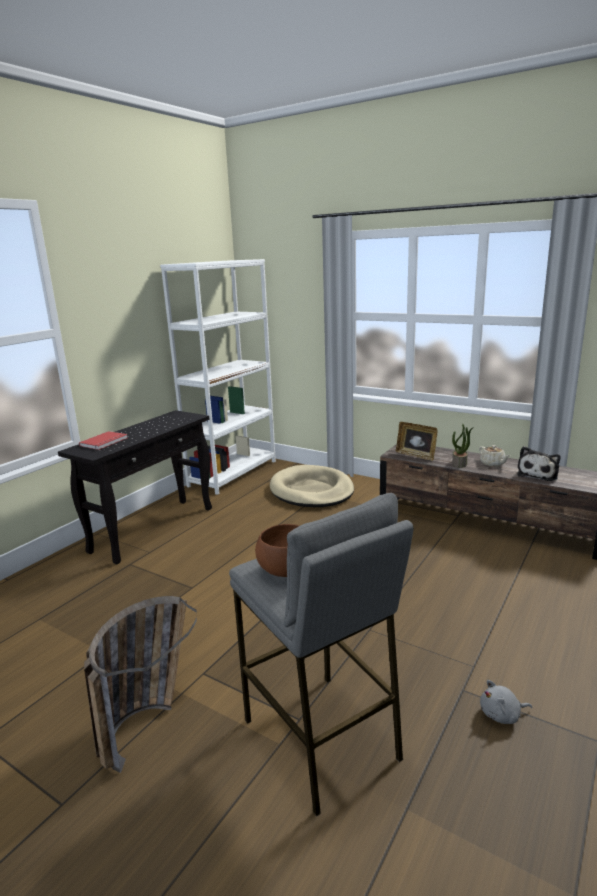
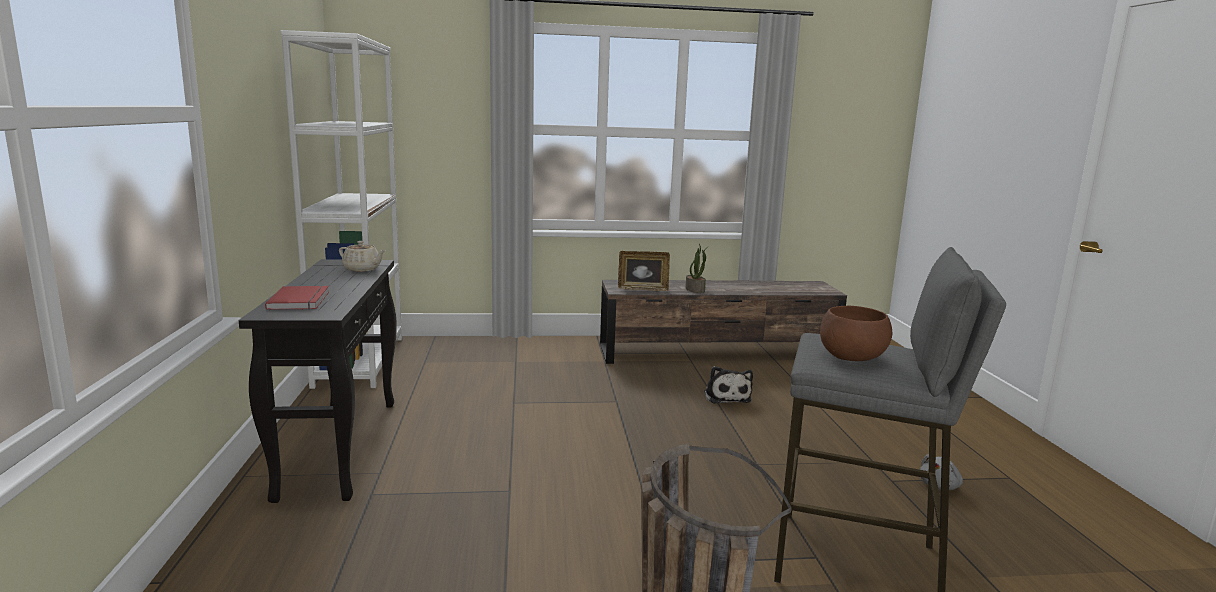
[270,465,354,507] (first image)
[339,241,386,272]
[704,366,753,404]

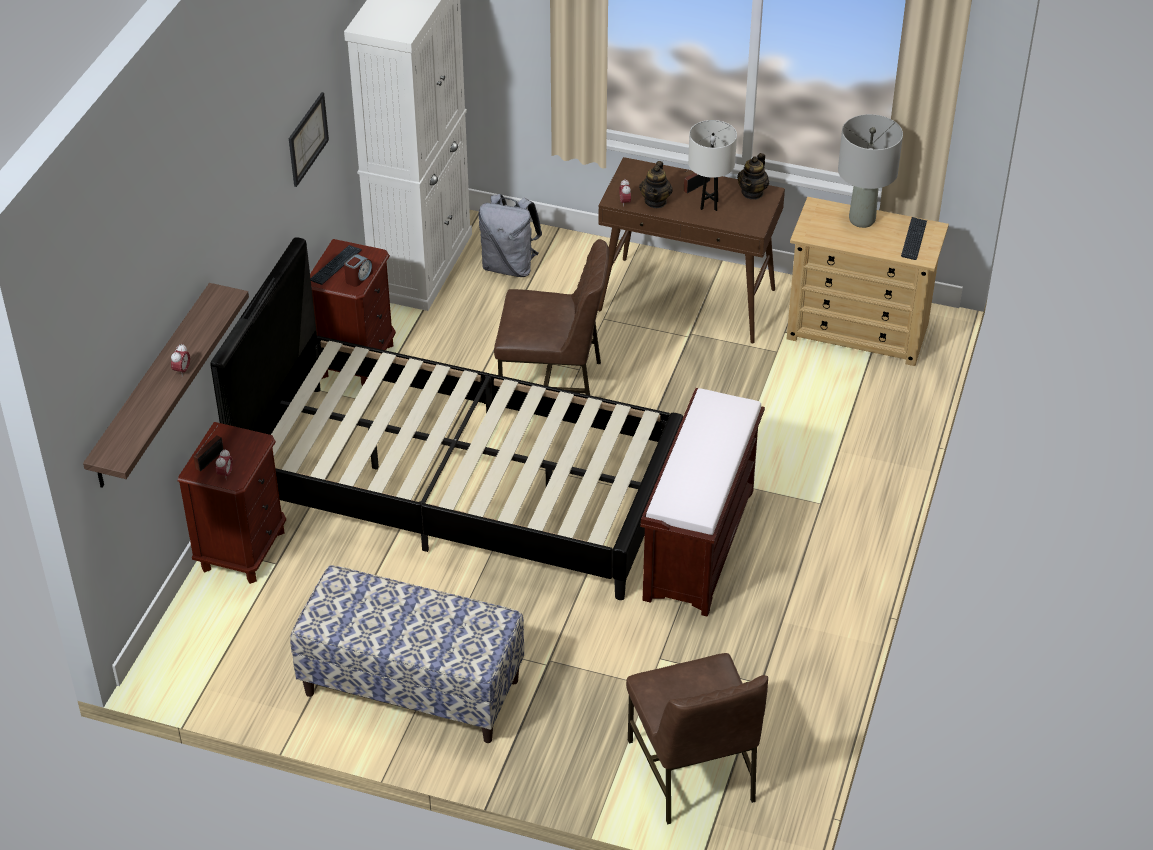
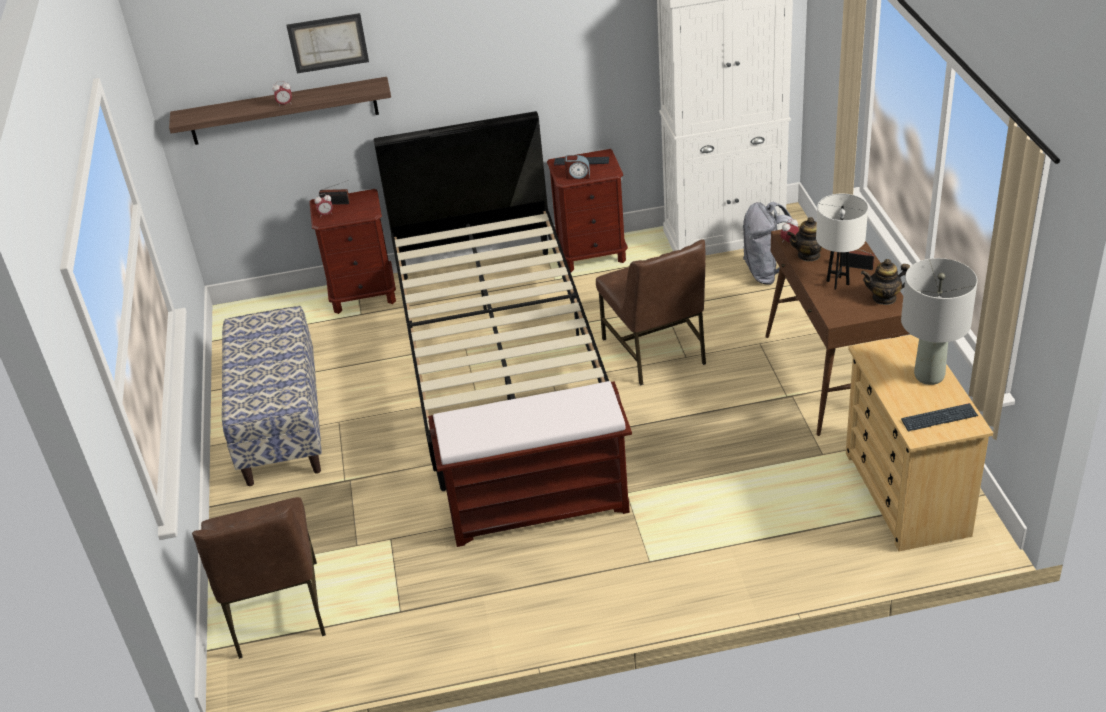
[286,13,369,74]
[192,497,326,659]

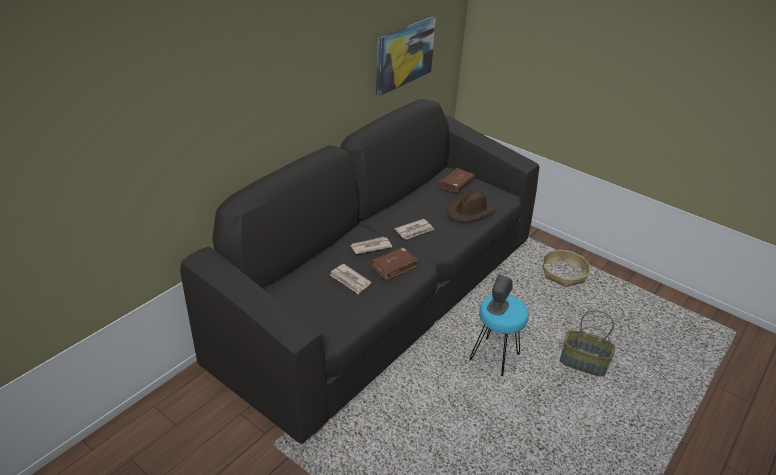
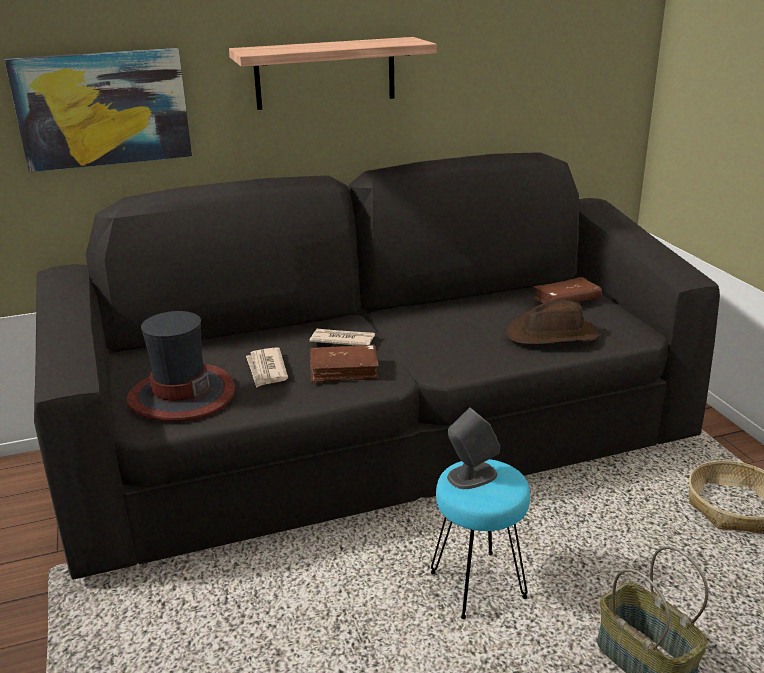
[5,48,192,172]
[394,219,434,240] (first image)
[126,311,235,421]
[229,37,437,110]

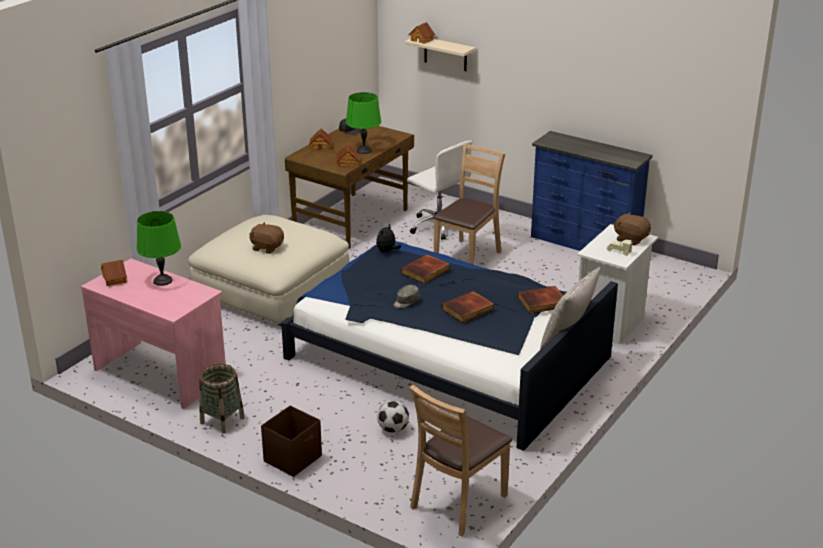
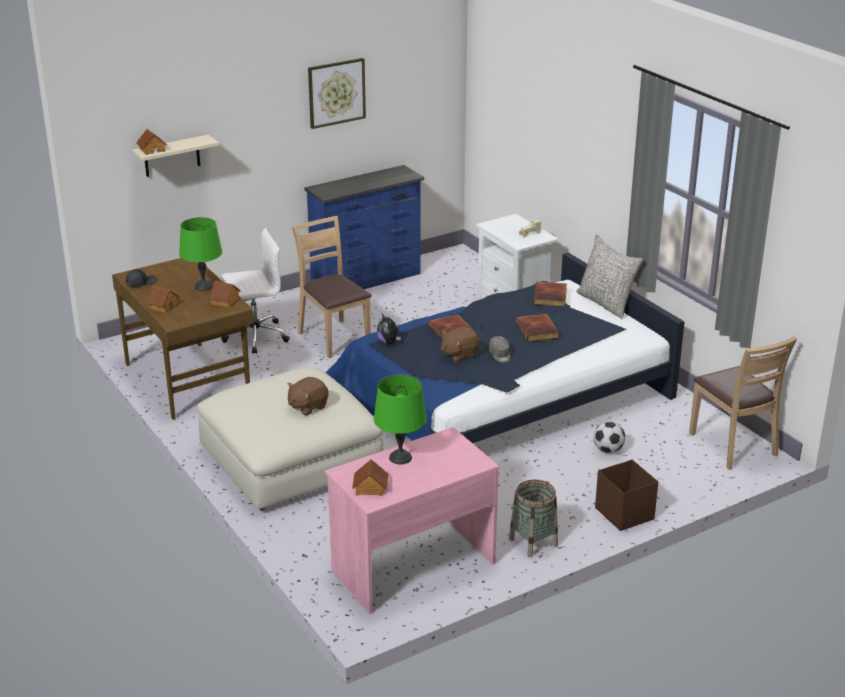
[441,327,480,362]
[308,58,366,129]

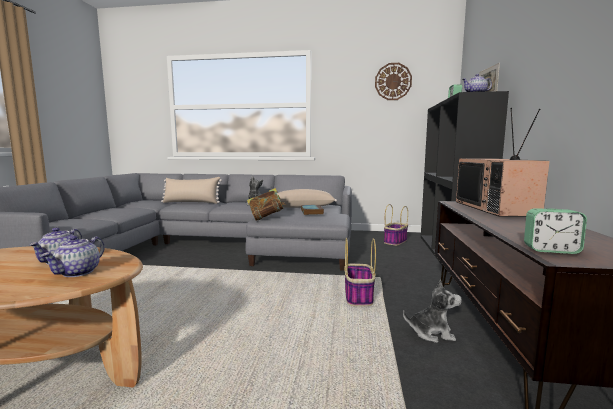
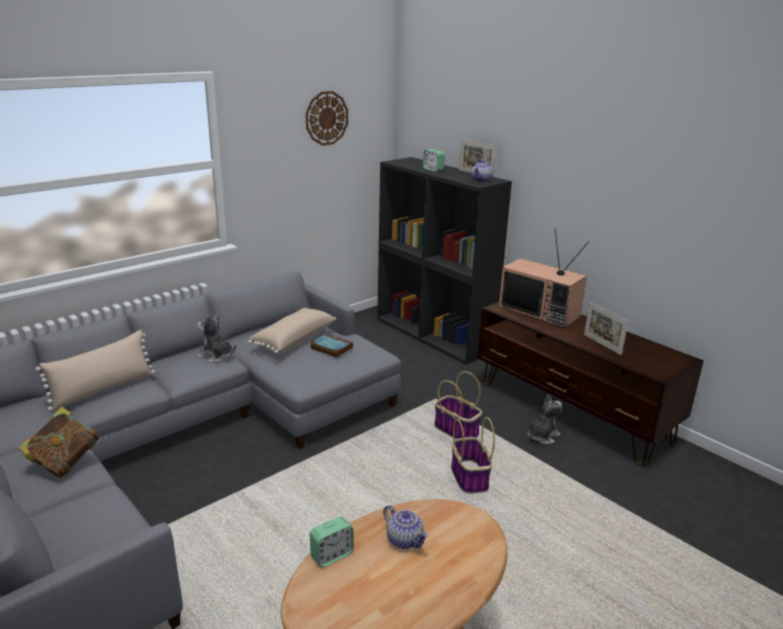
[41,236,105,277] (first image)
[18,407,99,479]
[451,417,495,494]
[310,517,354,567]
[584,302,628,355]

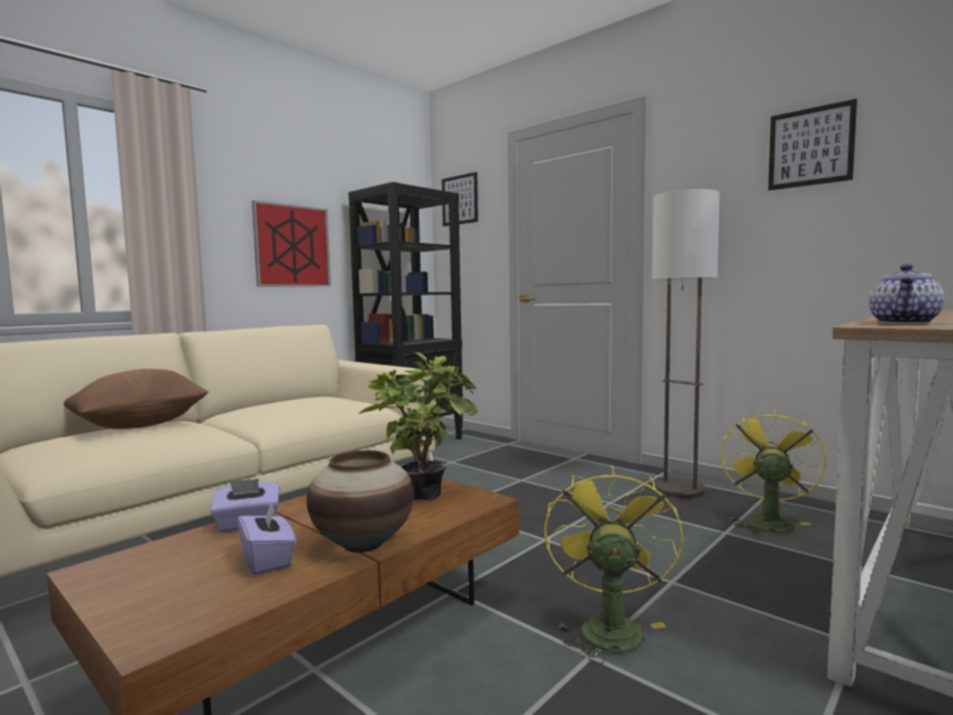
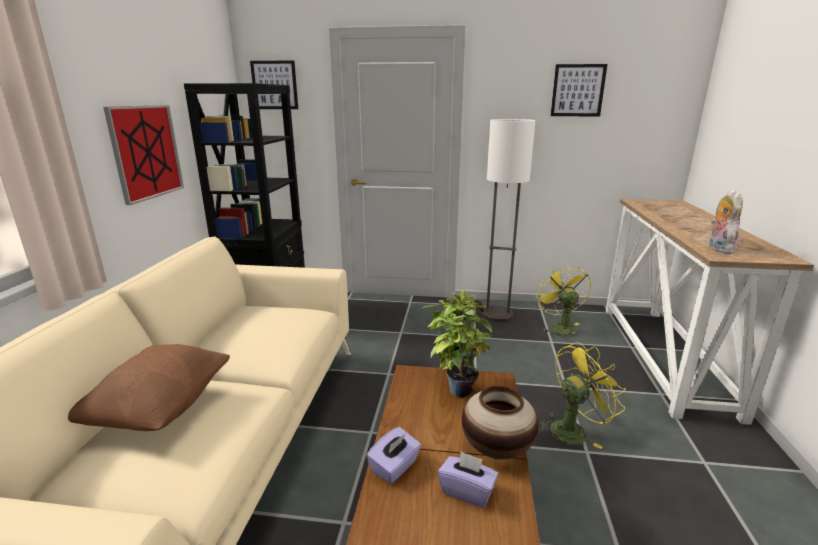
[539,342,626,449]
[709,189,743,254]

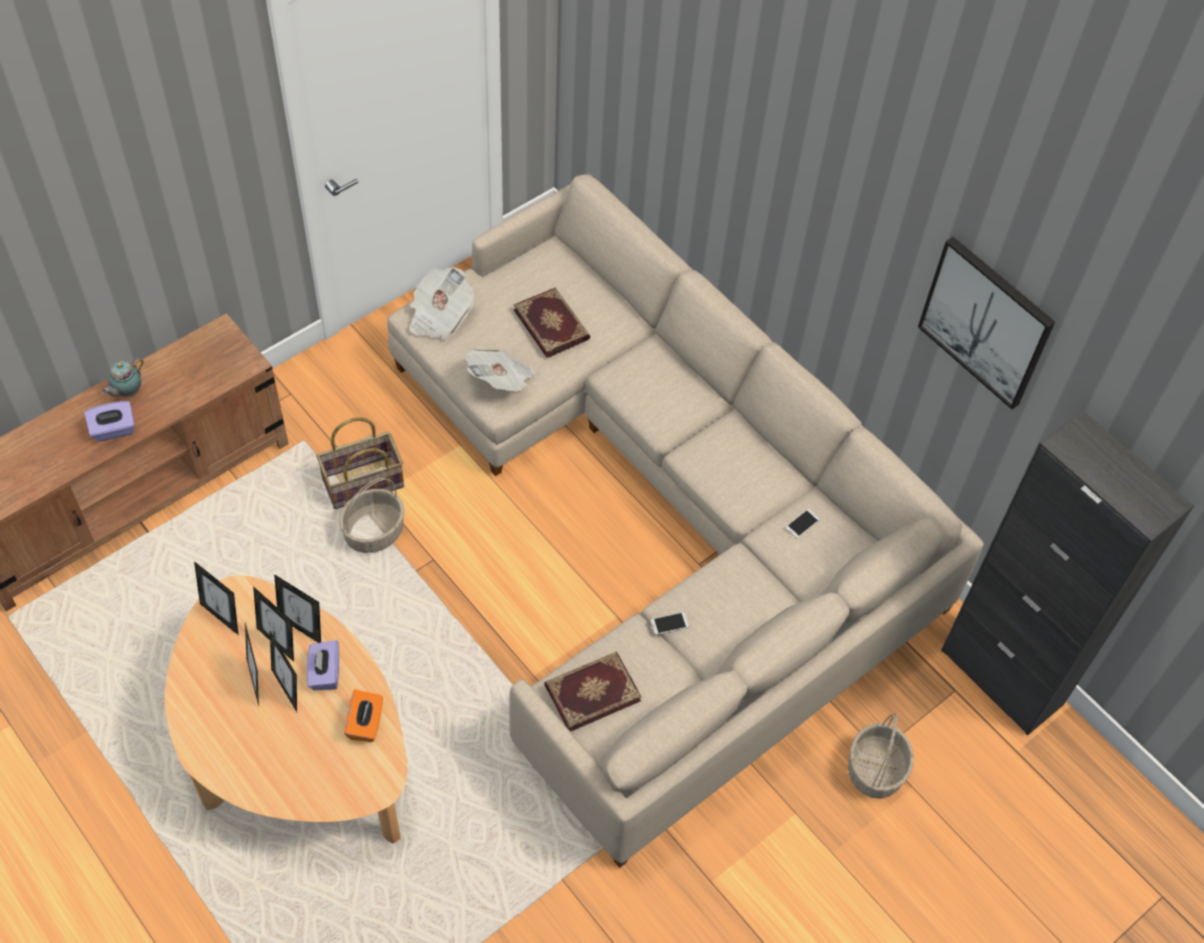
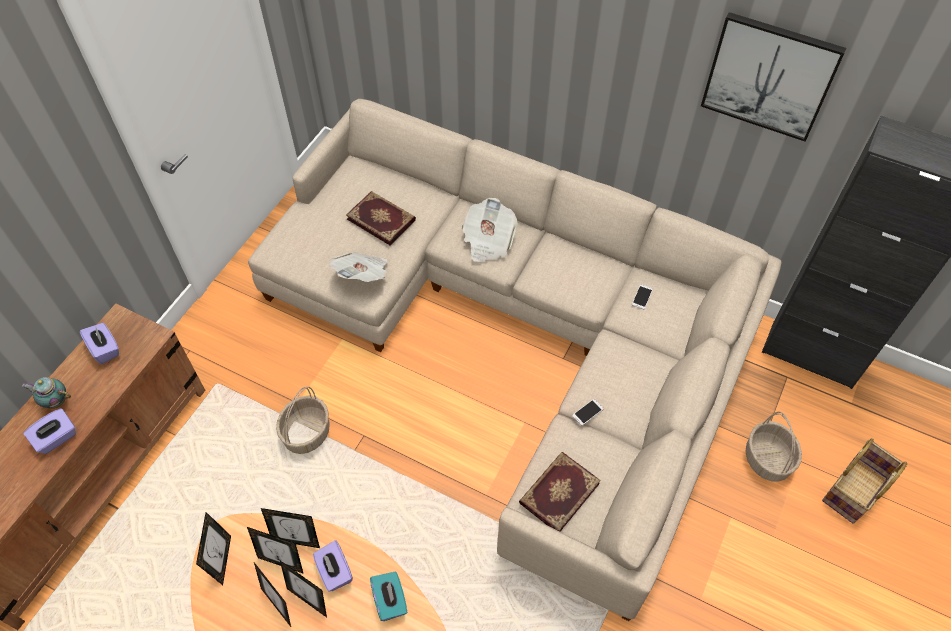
[22,377,71,409]
[196,512,231,585]
[822,438,907,524]
[370,572,407,621]
[462,198,518,262]
[80,323,119,364]

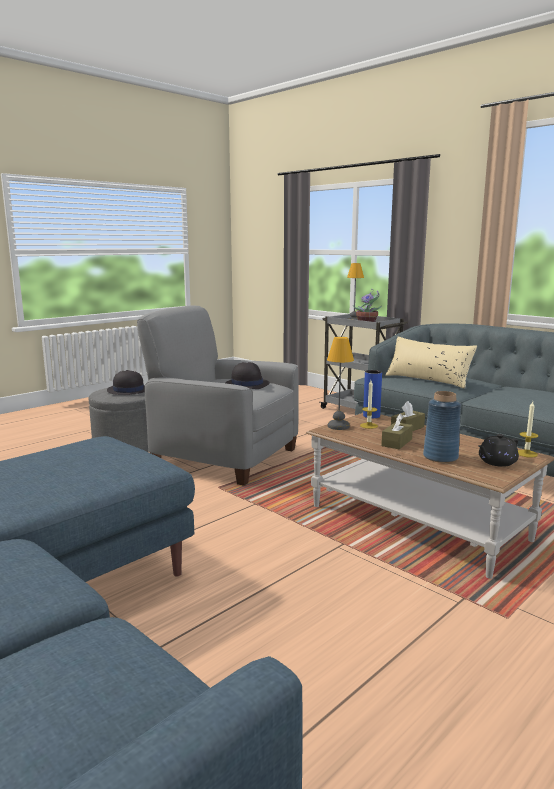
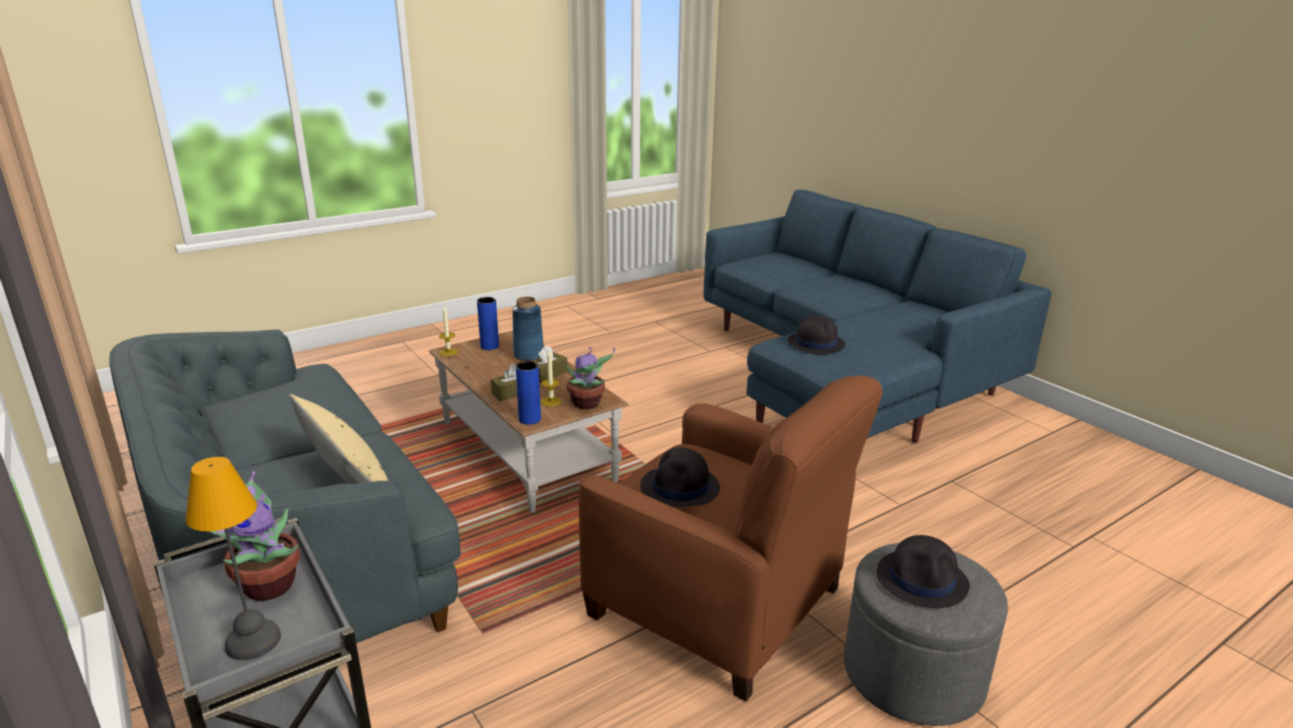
[579,375,882,702]
[566,347,615,409]
[477,297,499,350]
[788,315,845,355]

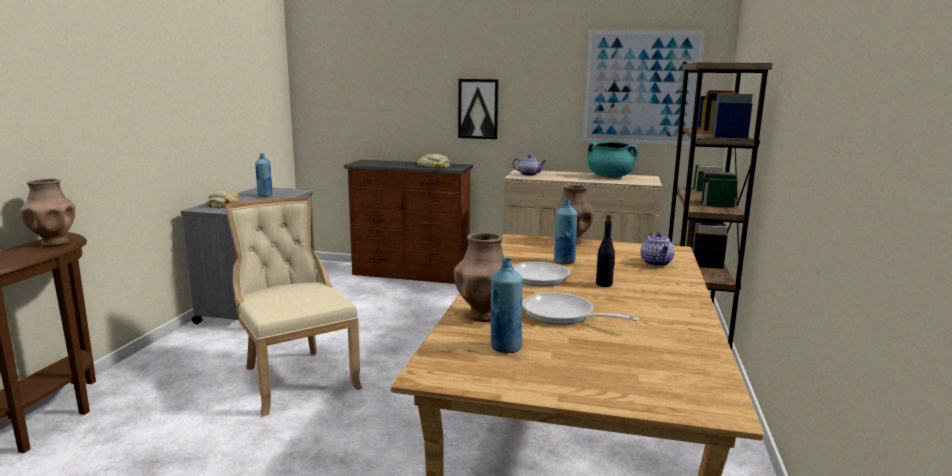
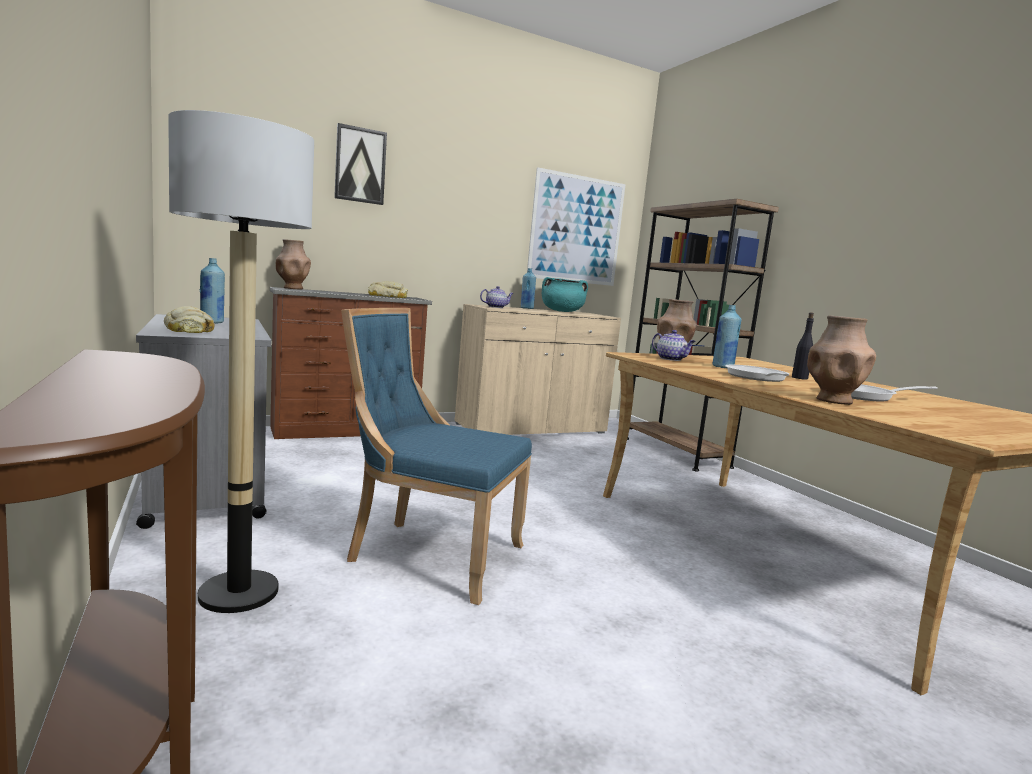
[276,239,311,290]
[341,308,532,605]
[334,123,387,205]
[521,268,536,309]
[652,330,696,361]
[168,110,314,613]

